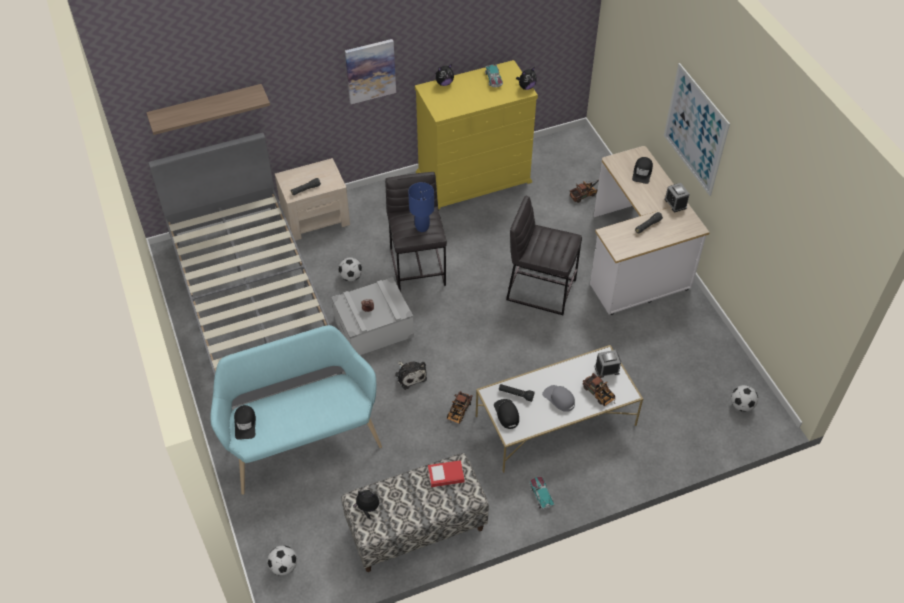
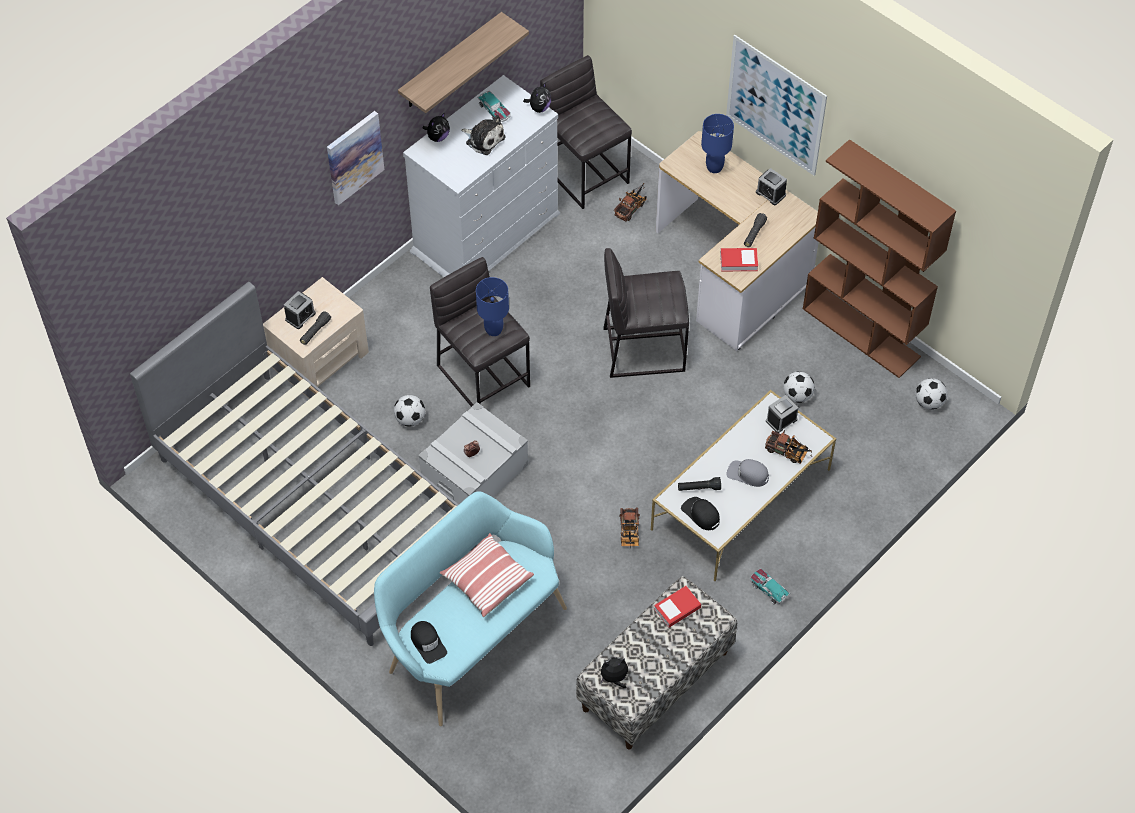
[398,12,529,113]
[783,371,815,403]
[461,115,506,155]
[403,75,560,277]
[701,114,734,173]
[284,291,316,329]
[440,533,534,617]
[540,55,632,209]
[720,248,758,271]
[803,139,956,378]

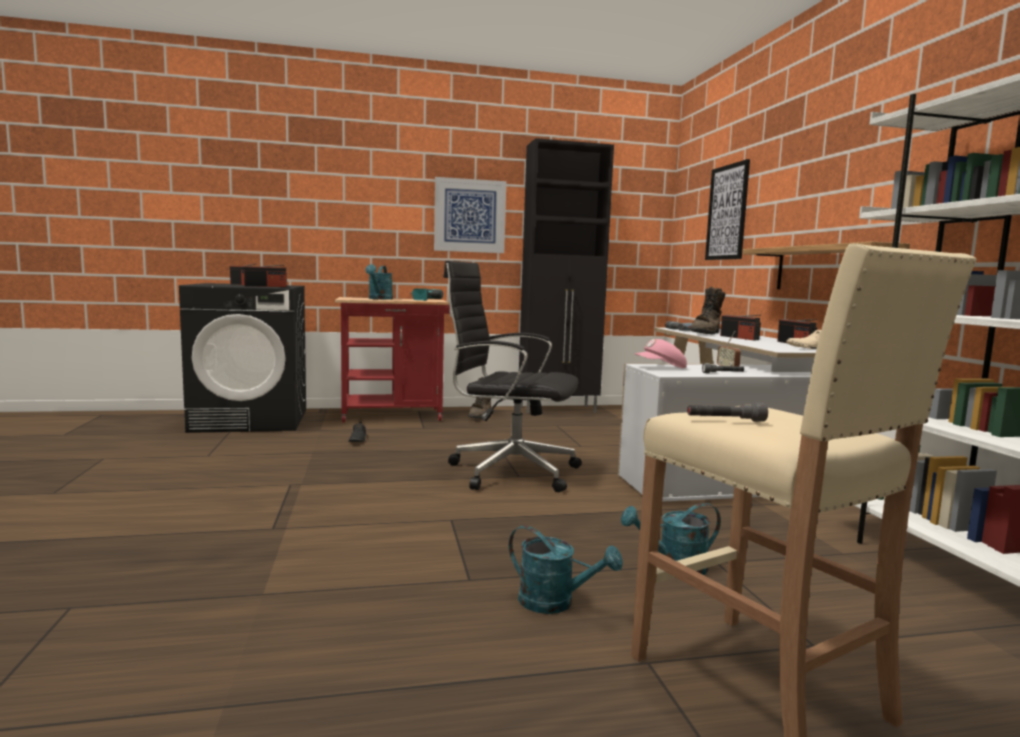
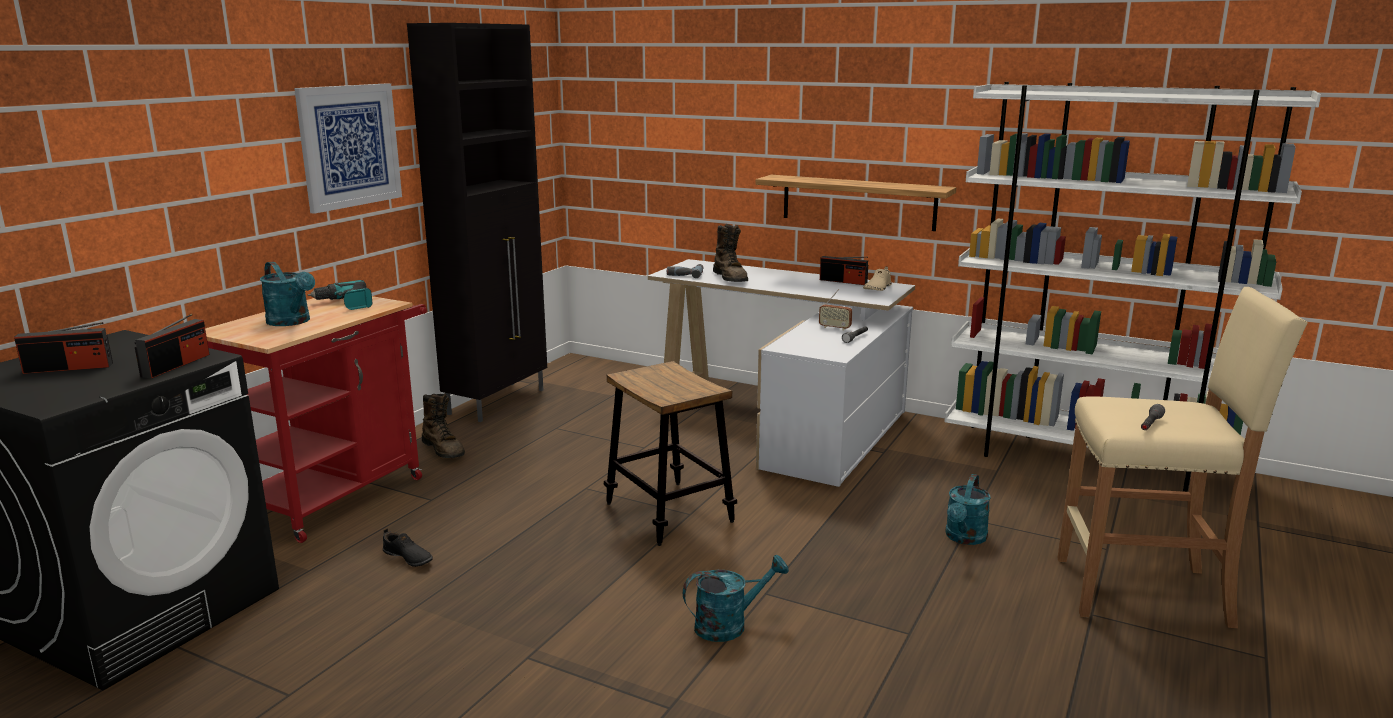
[604,361,737,546]
[683,555,789,642]
[634,339,687,368] (first image)
[705,159,750,260] (first image)
[720,315,761,340] (first image)

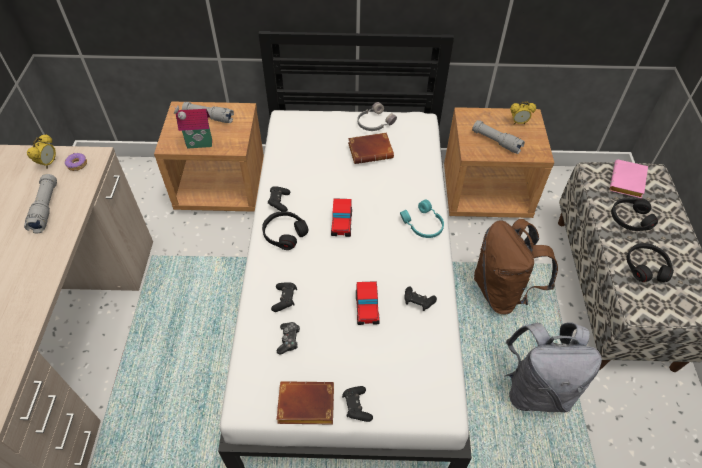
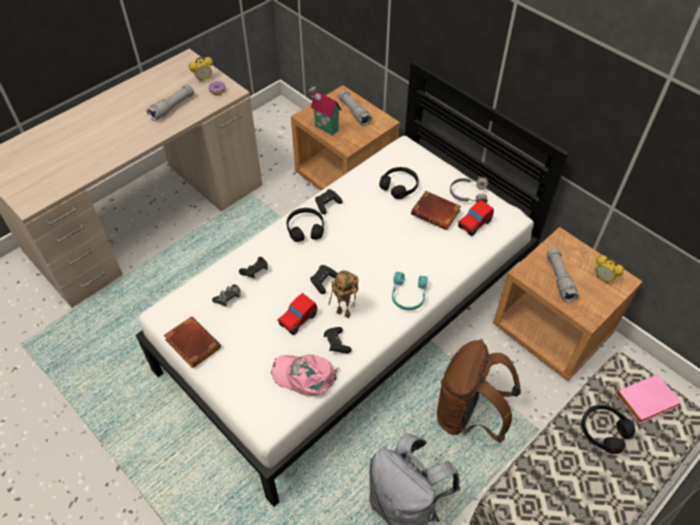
[458,200,494,236]
[310,265,338,294]
[379,167,418,199]
[271,355,339,396]
[328,270,359,318]

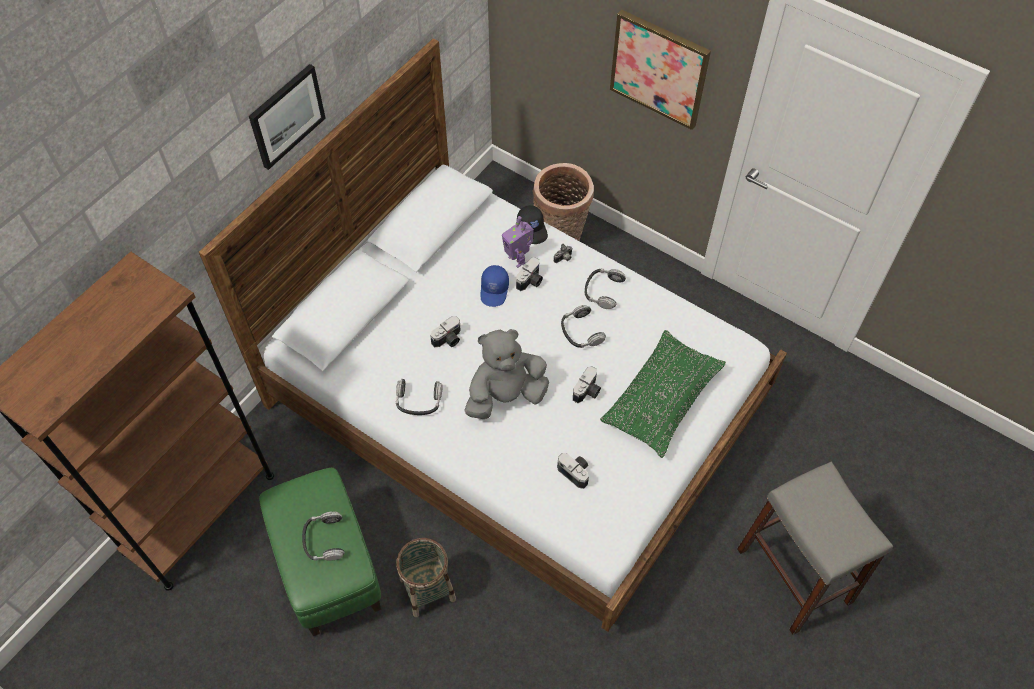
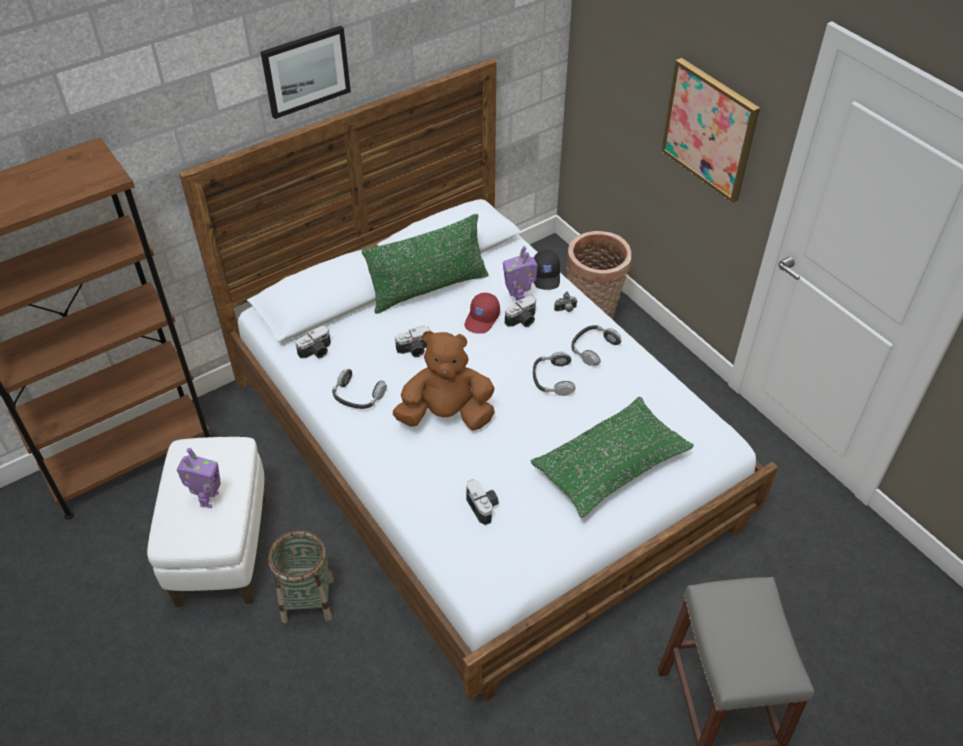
[147,437,266,607]
[176,448,221,508]
[393,331,495,430]
[464,292,500,334]
[296,326,331,359]
[362,214,489,314]

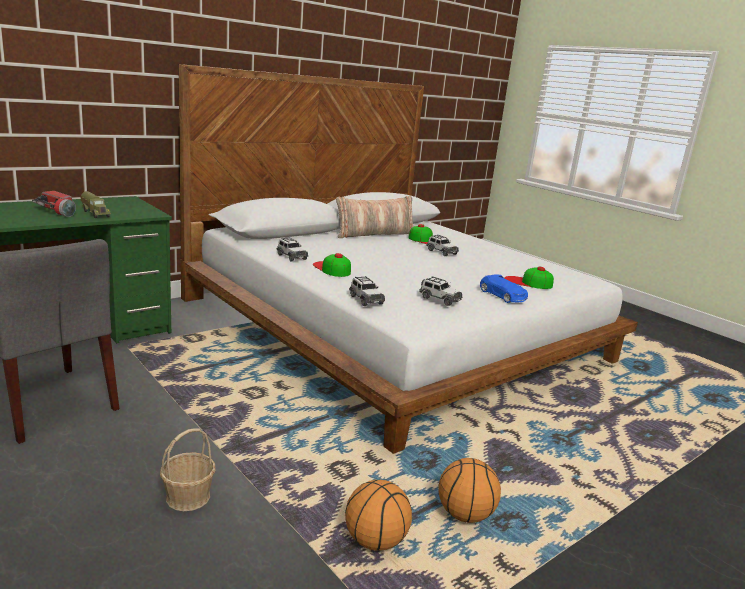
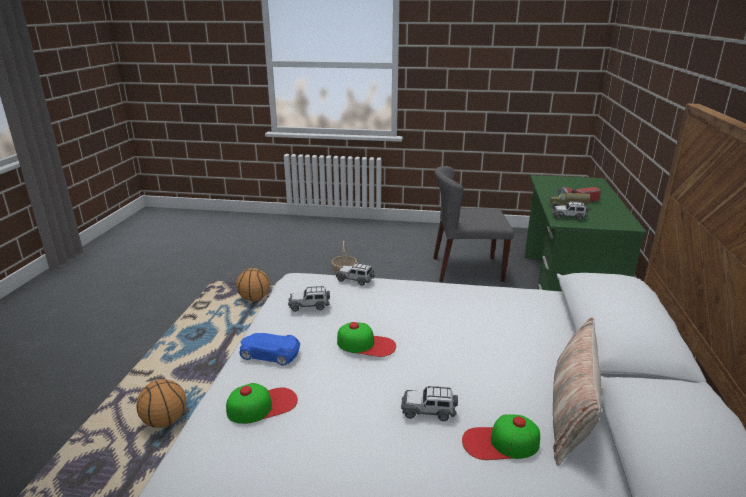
[552,201,588,221]
[337,322,396,357]
[136,379,186,428]

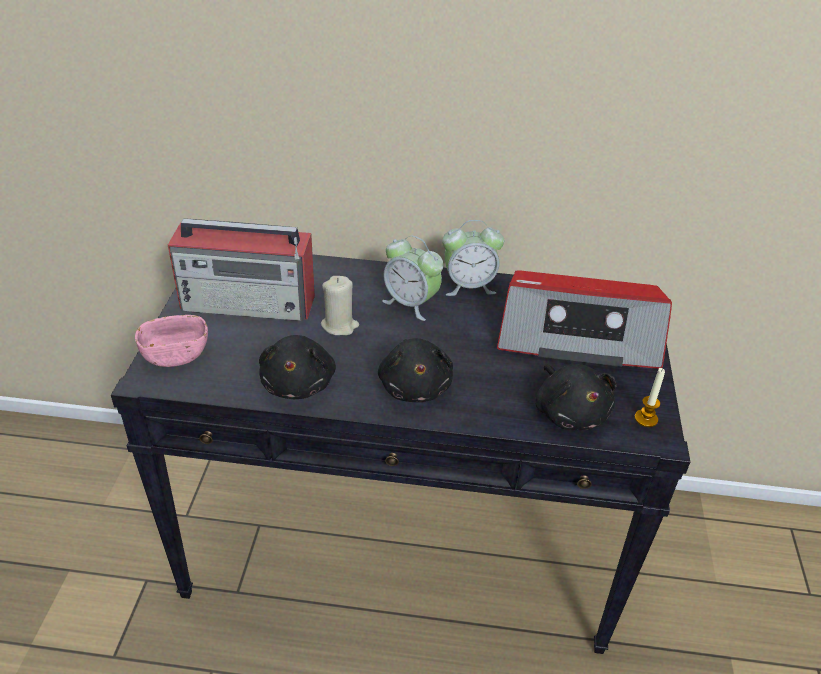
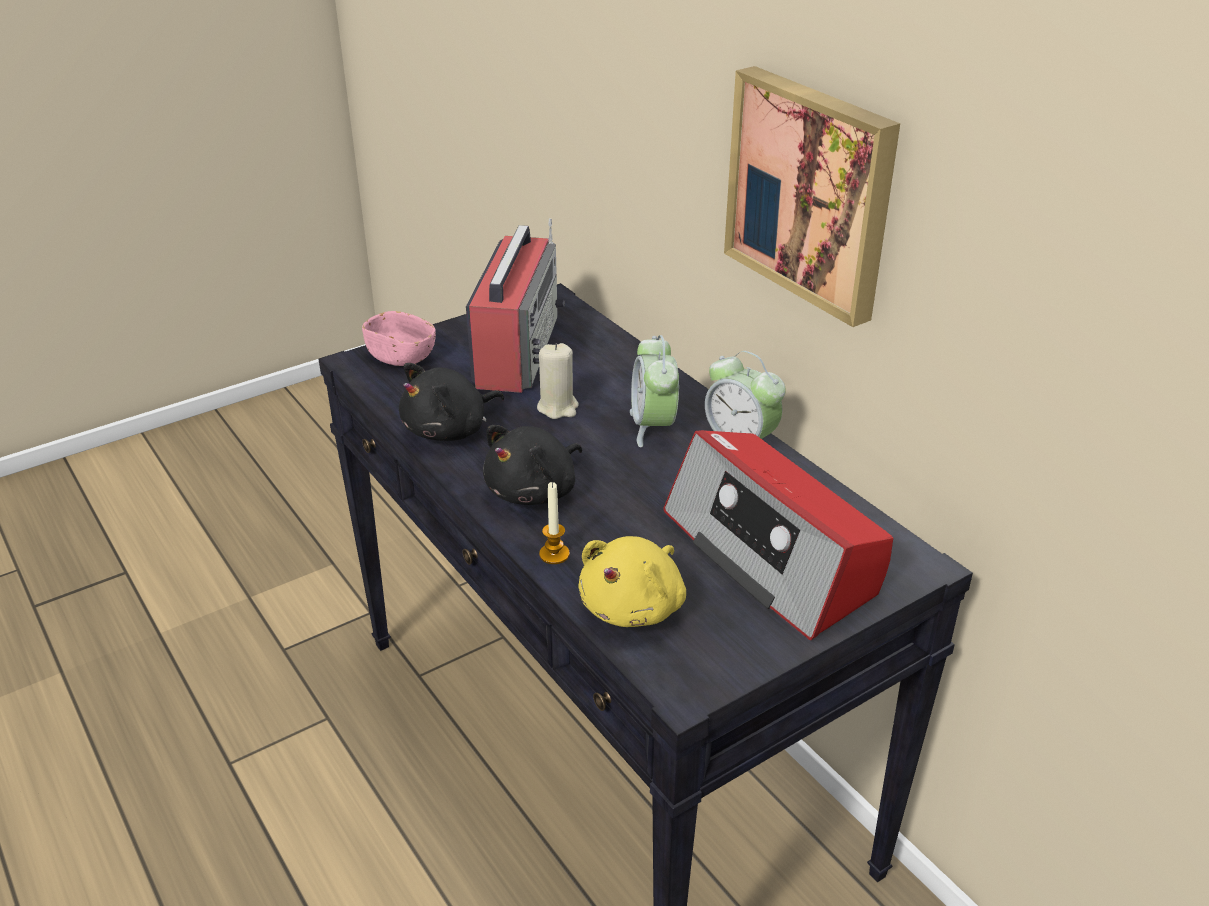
[466,218,565,393]
[578,536,686,627]
[539,482,570,564]
[724,66,900,327]

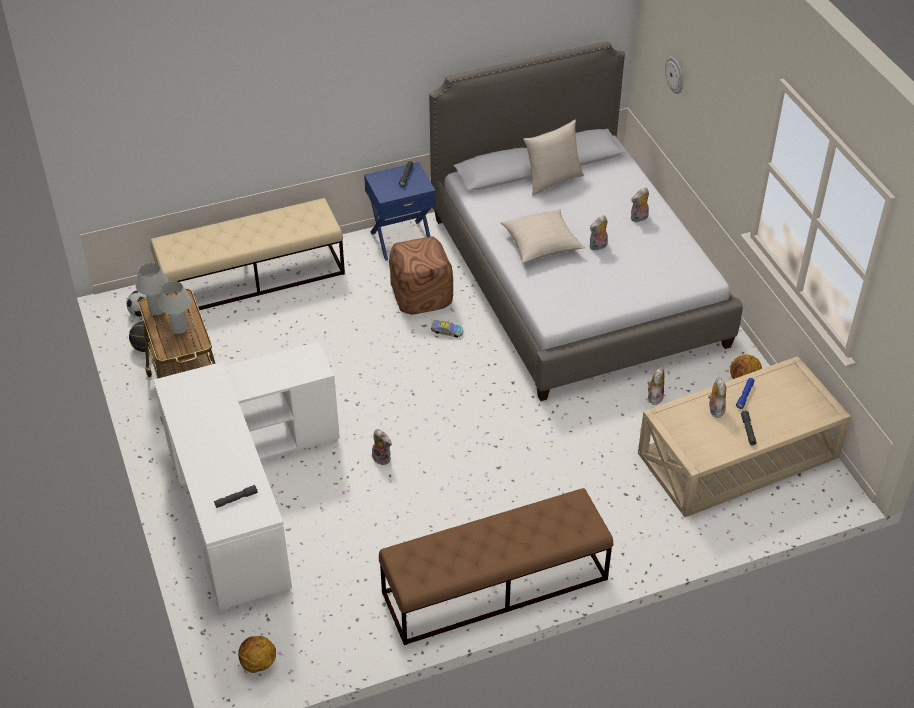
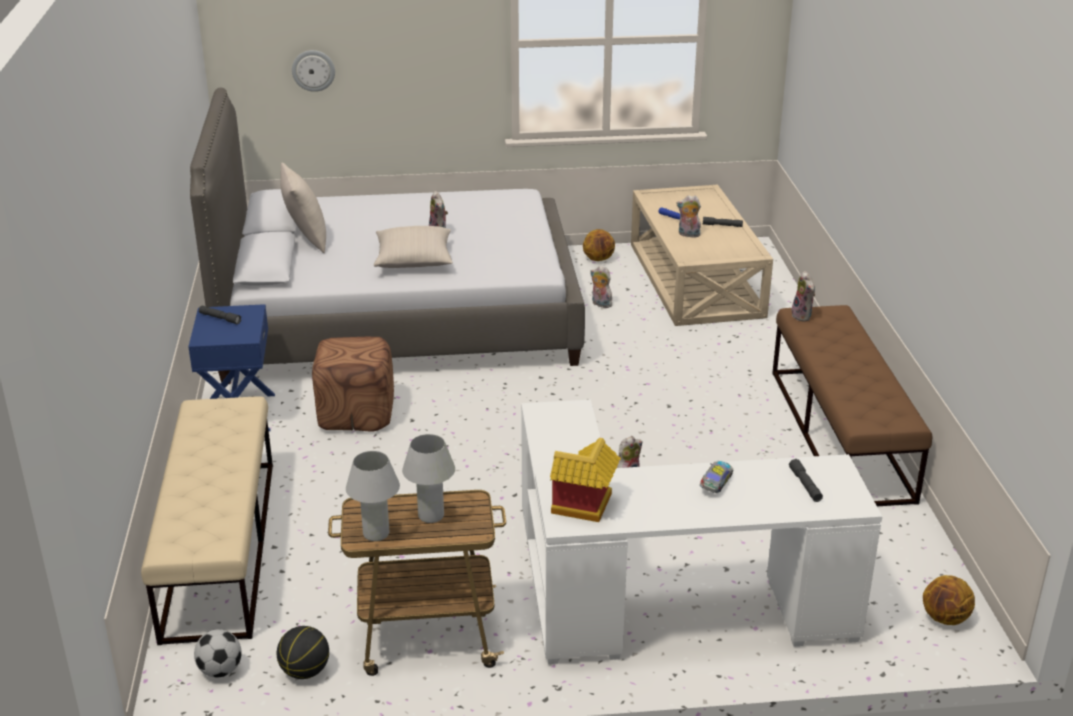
[700,461,734,493]
[789,271,815,322]
[550,438,621,522]

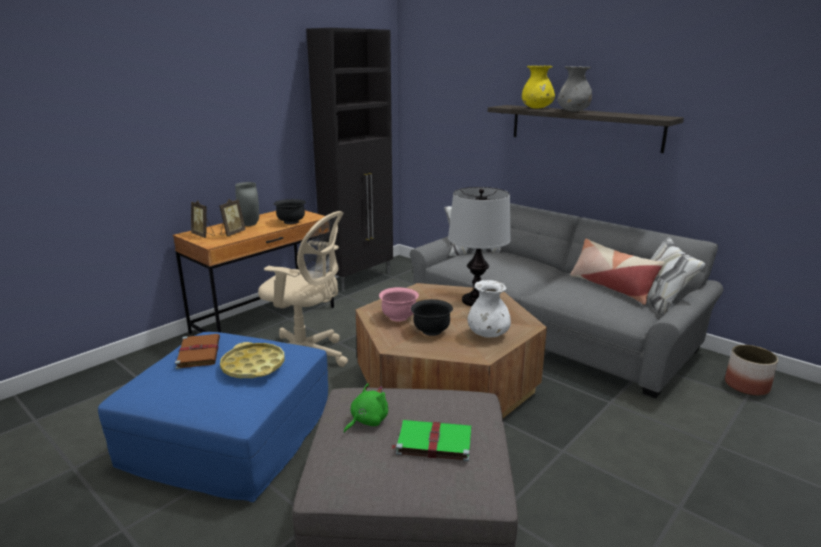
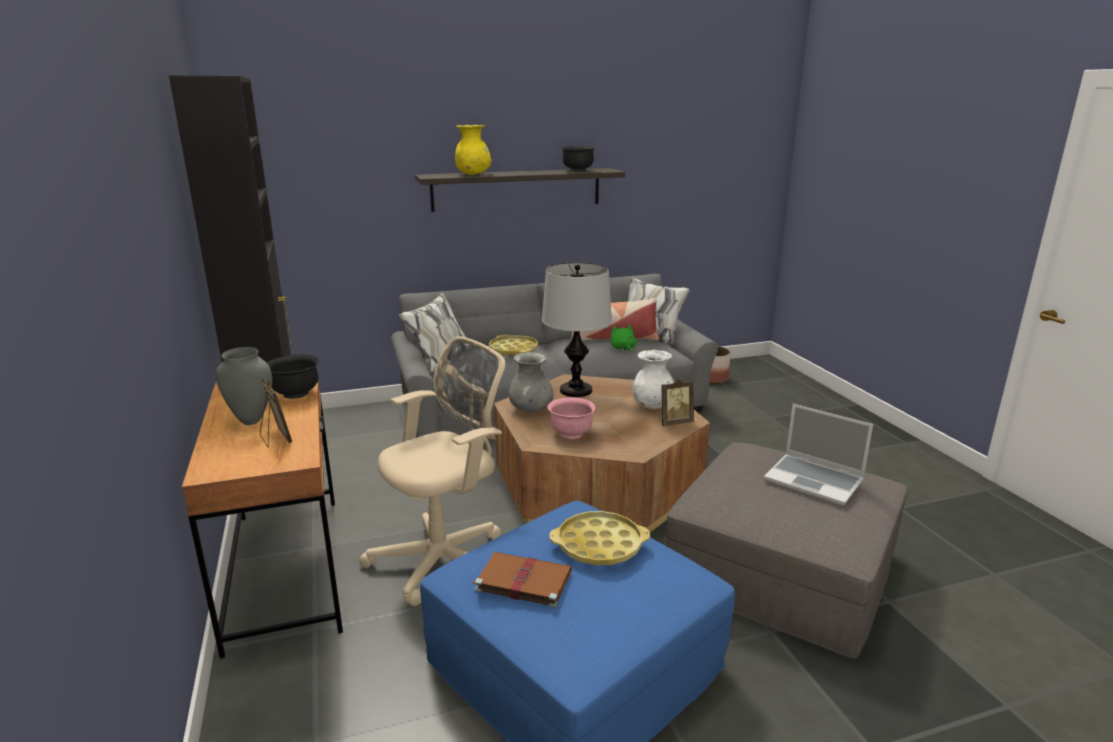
[659,378,694,426]
[611,325,637,354]
[764,404,873,506]
[561,146,595,172]
[509,352,554,412]
[489,335,538,356]

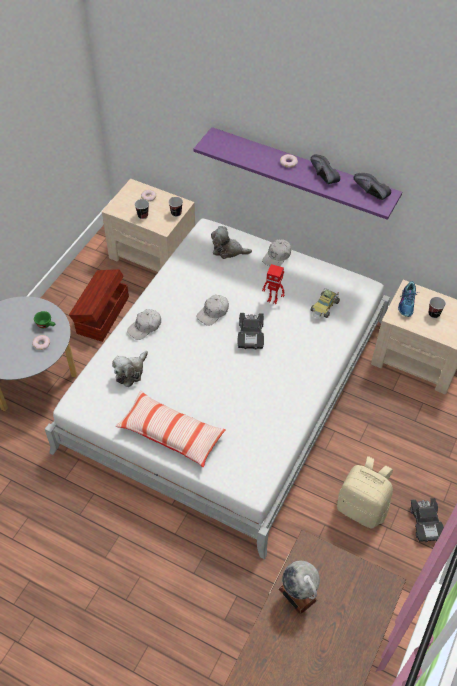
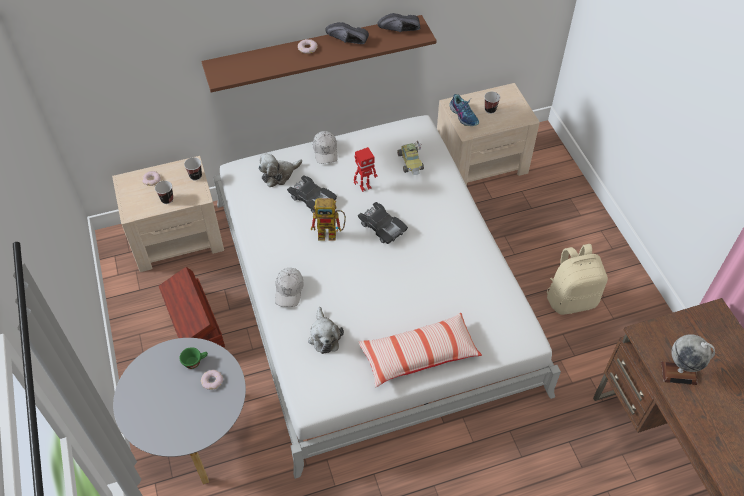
[201,15,437,92]
[311,199,346,241]
[287,175,337,213]

